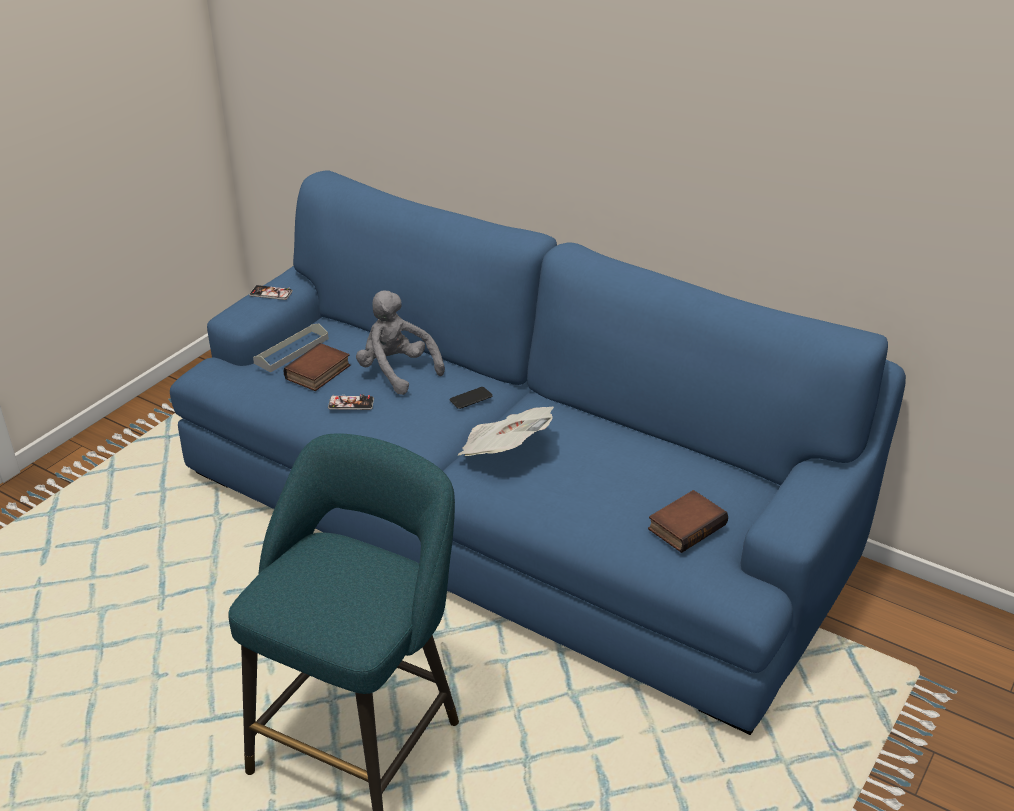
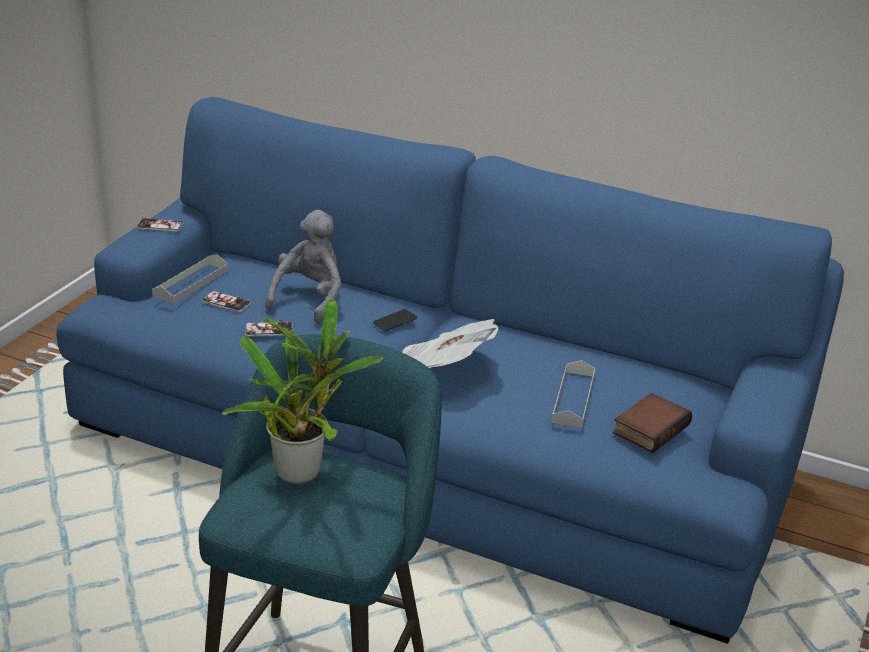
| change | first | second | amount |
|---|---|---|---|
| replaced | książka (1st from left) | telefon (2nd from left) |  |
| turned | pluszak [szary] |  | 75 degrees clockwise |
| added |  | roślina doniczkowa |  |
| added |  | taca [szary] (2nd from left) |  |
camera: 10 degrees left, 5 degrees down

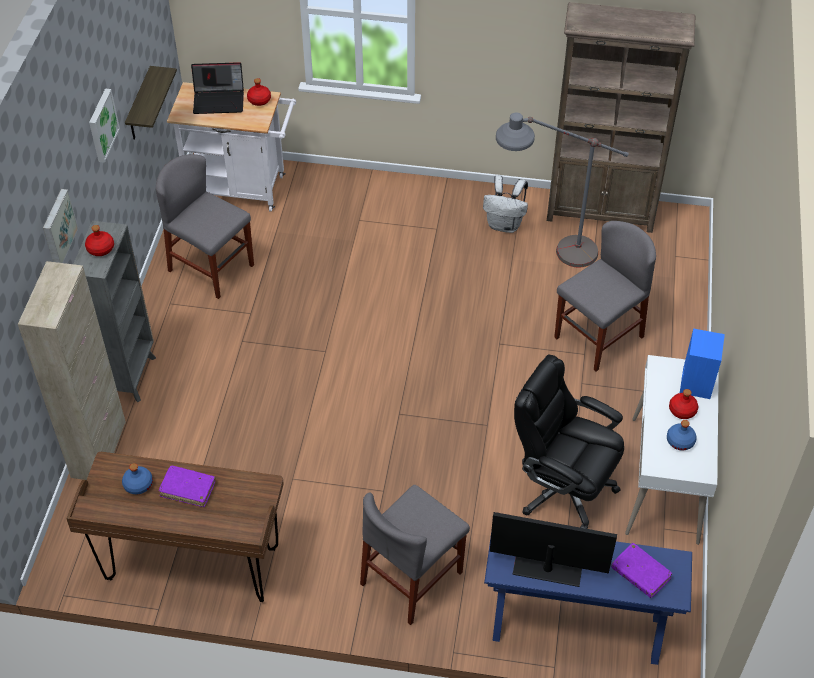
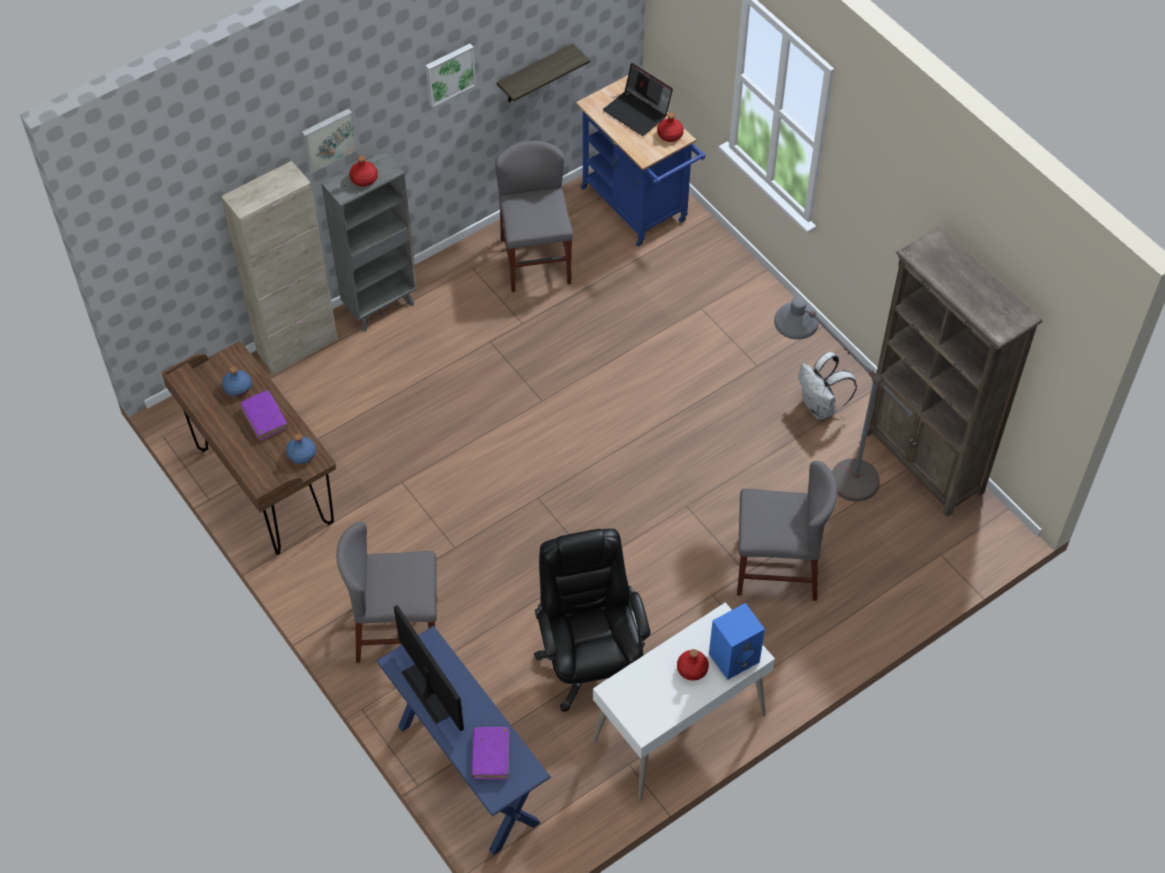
| change | first | second | amount |
|---|---|---|---|
| recoloured | wózek [biały] | wózek [niebieski] |  |
| moved | butelka [niebieski] (2nd from left) |  |  |
camera: 45 degrees right, 5 degrees up

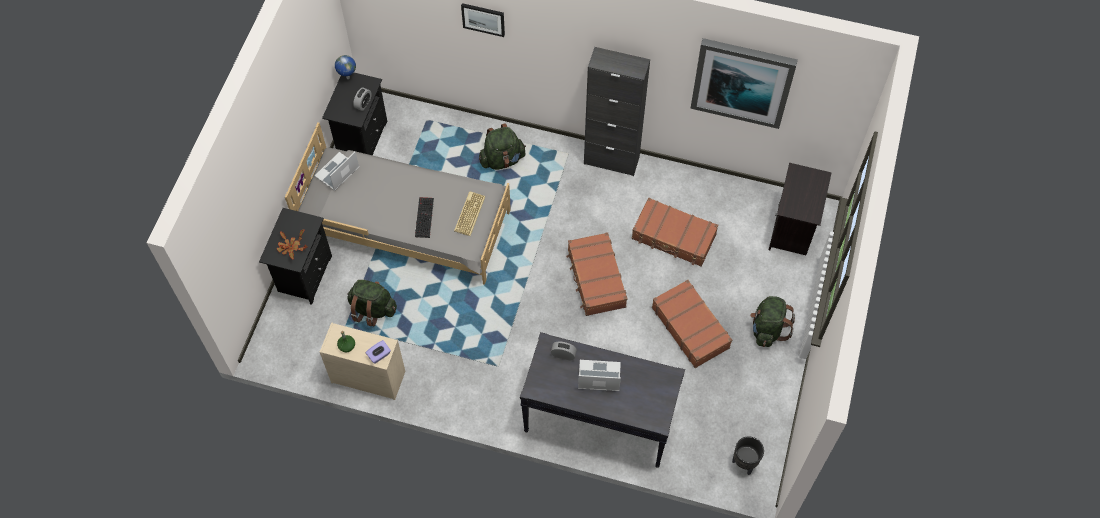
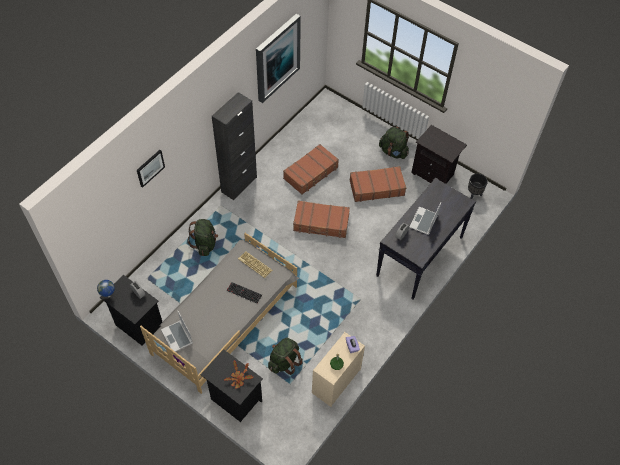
| change | first | second | amount |
|---|---|---|---|
| moved | szafka nocna [czarny] (3rd from left) |  |  |
camera: 70 degrees left, 5 degrees down

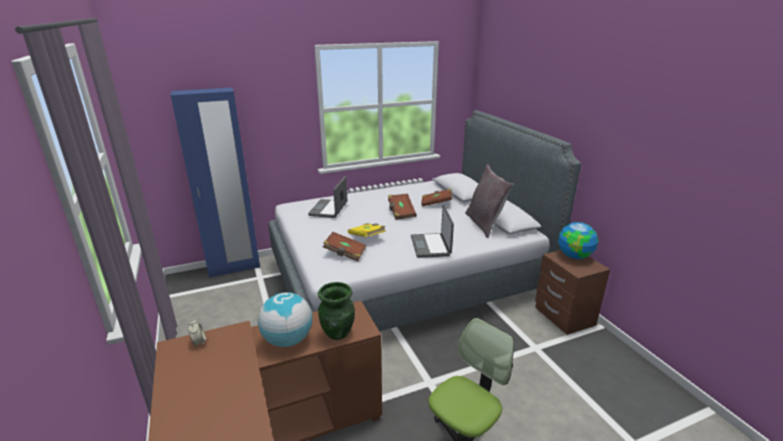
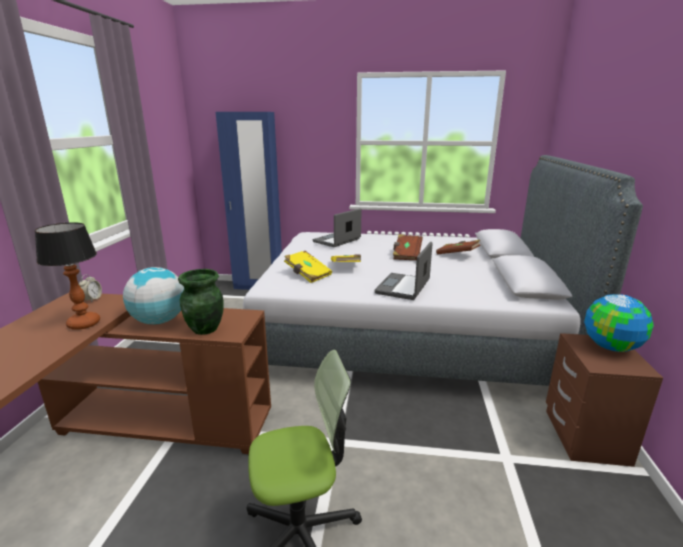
| change | first | second | amount |
|---|---|---|---|
| recoloured | książka [brązowy] (1st from left) | książka [żółty] (1st from left) |  |
| removed | poduszka [szary] |  |  |
| added |  | lampa stołowa |  |
camera: 30 degrees right, 5 degrees down

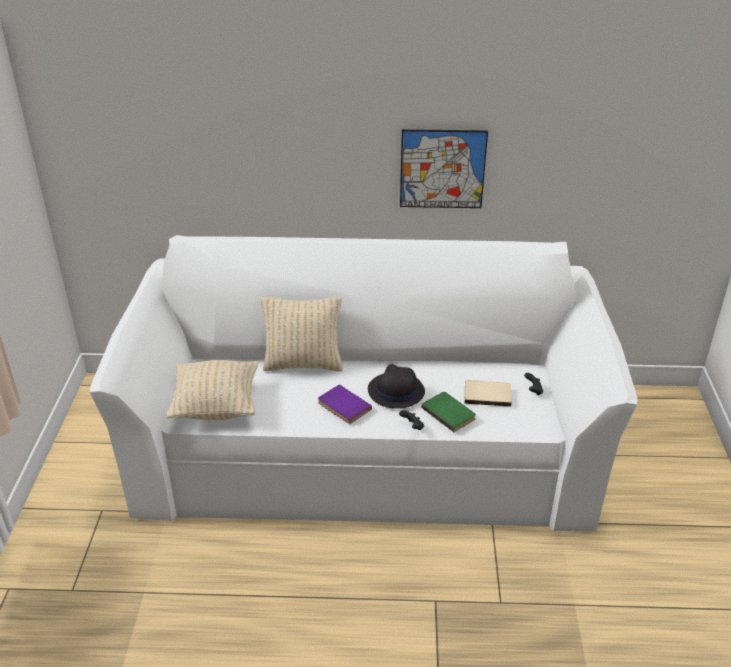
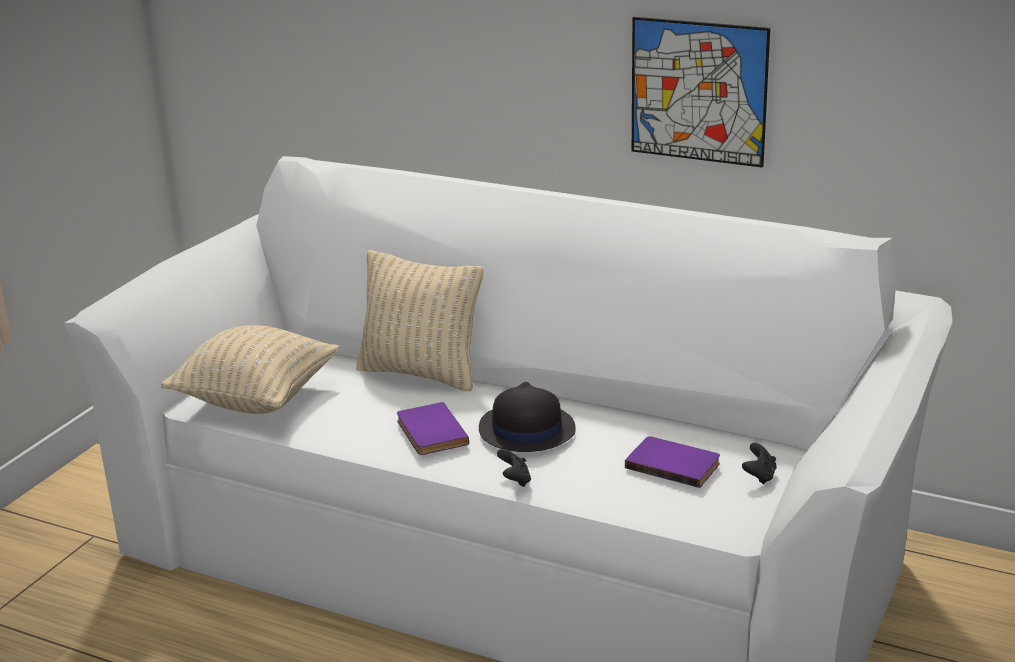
| change | first | second | amount |
|---|---|---|---|
| removed | książka [zielony] |  |  |
| recoloured | książka [beżowy] | książka [fioletowy] (2nd from left) |  |
camera: 25 degrees right, 10 degrees down

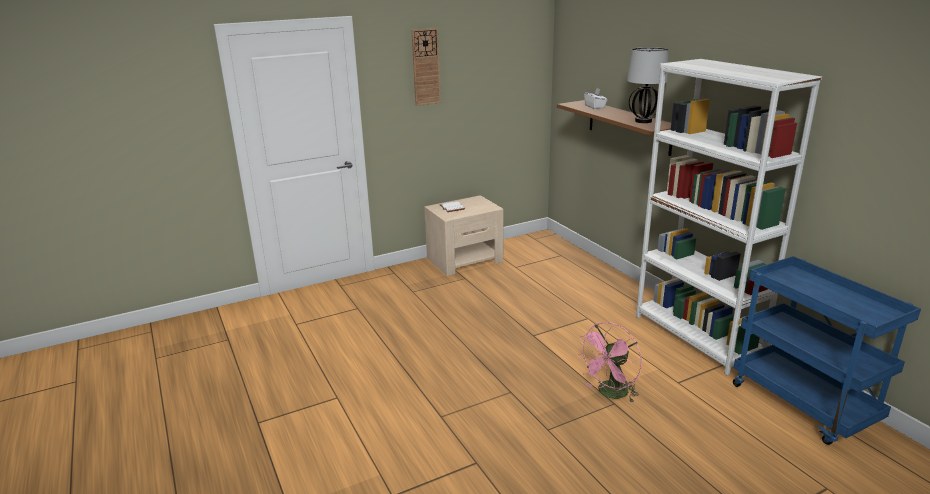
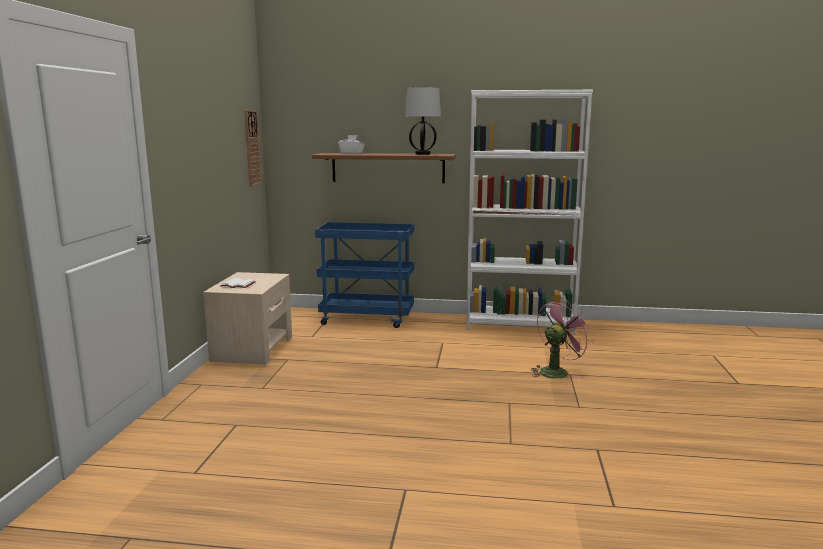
| change | first | second | amount |
|---|---|---|---|
| moved | zegar ścienny |  |  |
| turned | wentylator [różowy] |  | 120 degrees counterclockwise |
| moved | wózek [niebieski] |  |  |
camera: 55 degrees left, 10 degrees down

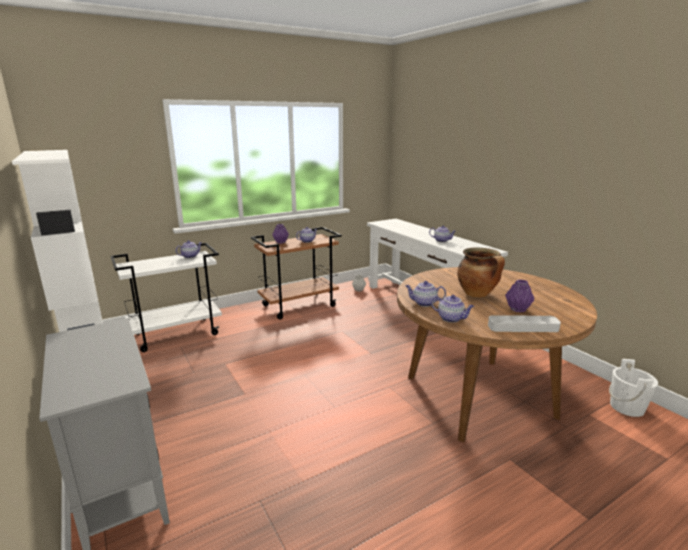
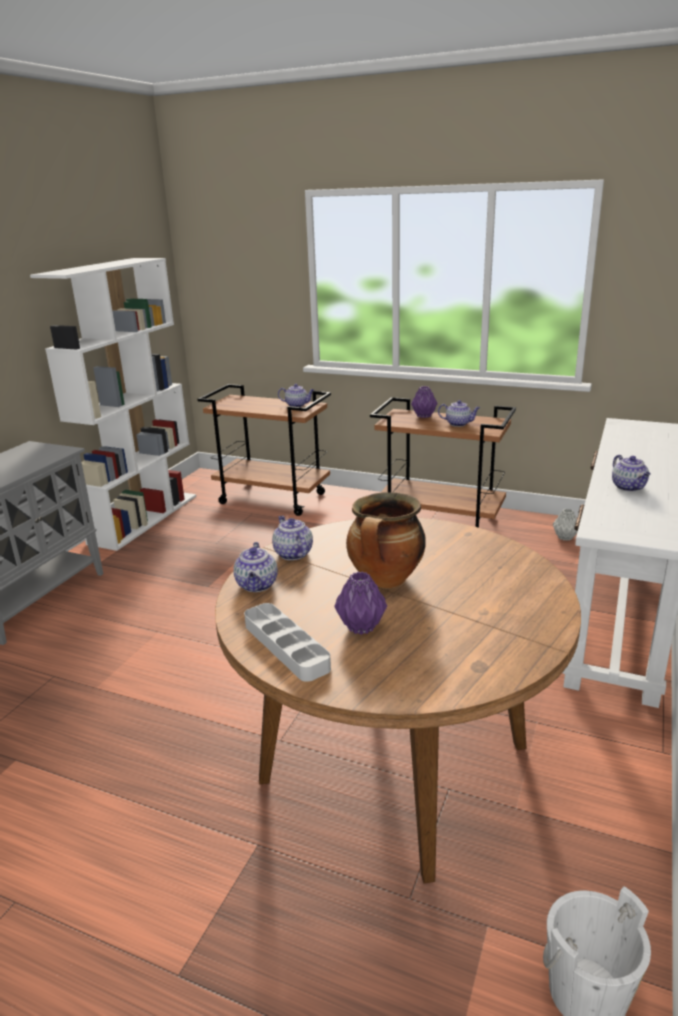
| change | first | second | amount |
|---|---|---|---|
| recoloured | wózek [biały] | wózek [brązowy] (1st from left) |  |
camera: 55 degrees right, 5 degrees up

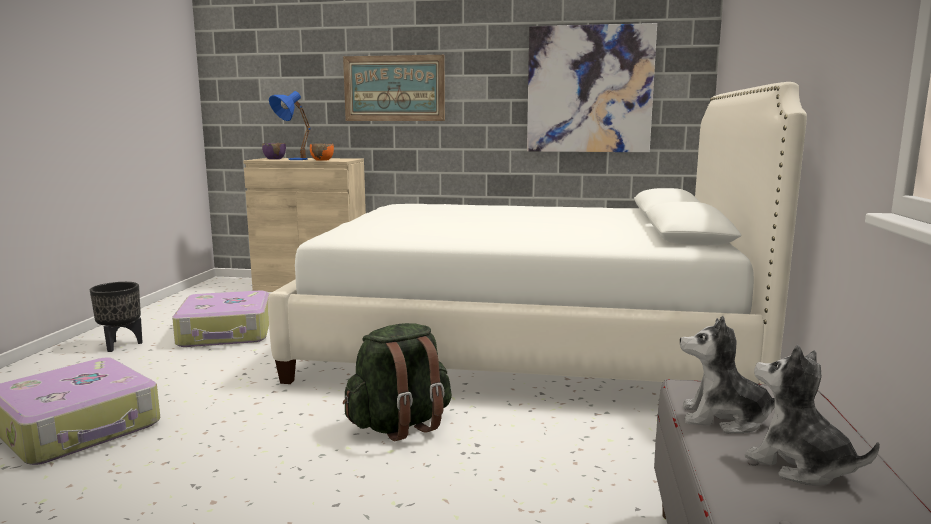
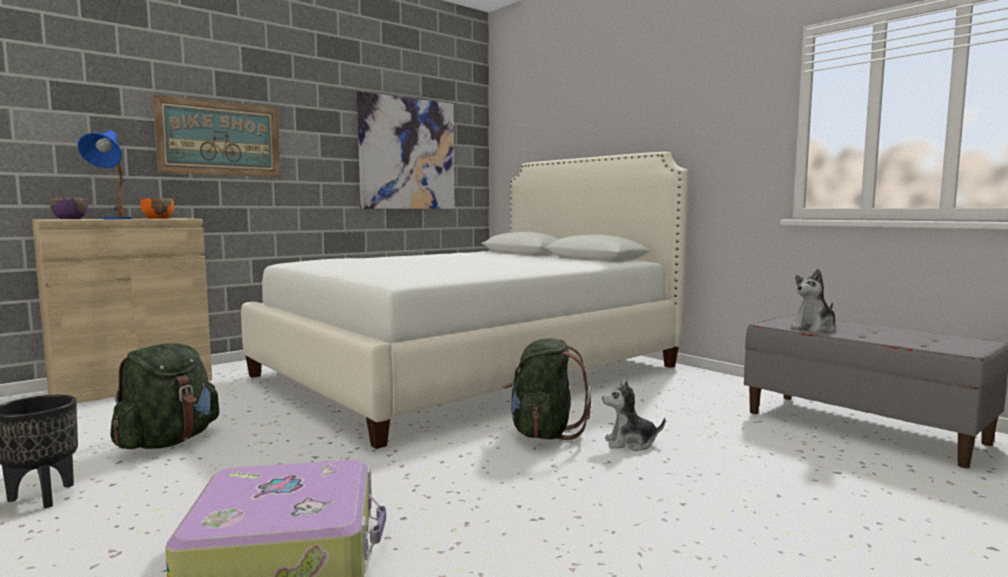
| change | first | second | amount |
|---|---|---|---|
| replaced | walizka (2nd from left) | plecak [zielony] (1st from left) |  |
| moved | pluszak (2nd from left in the first image) | pluszak (1st from left) |  |
camera: 50 degrees left, 5 degrees down

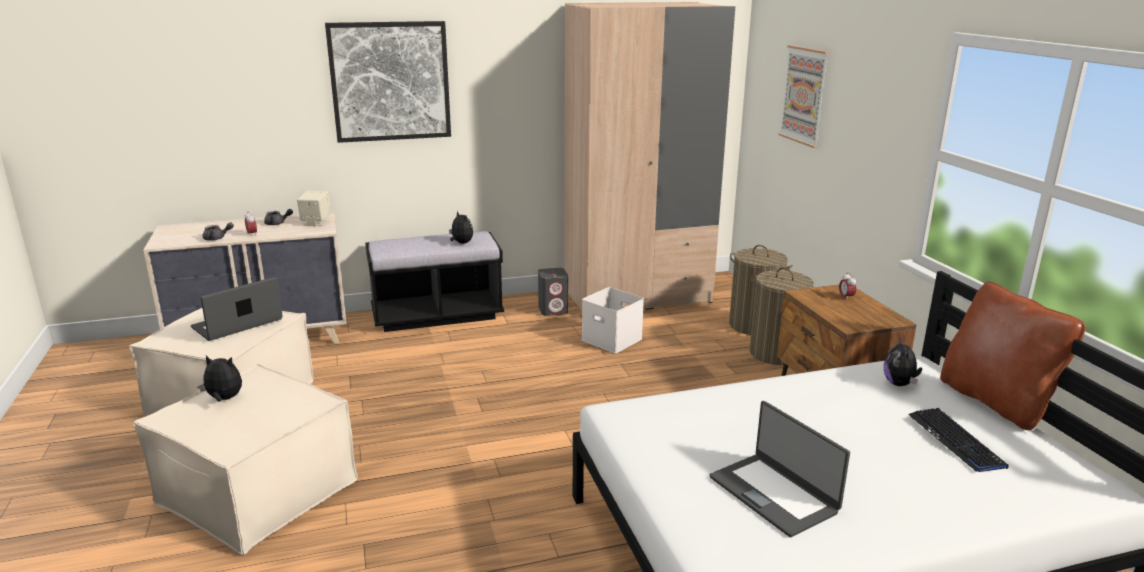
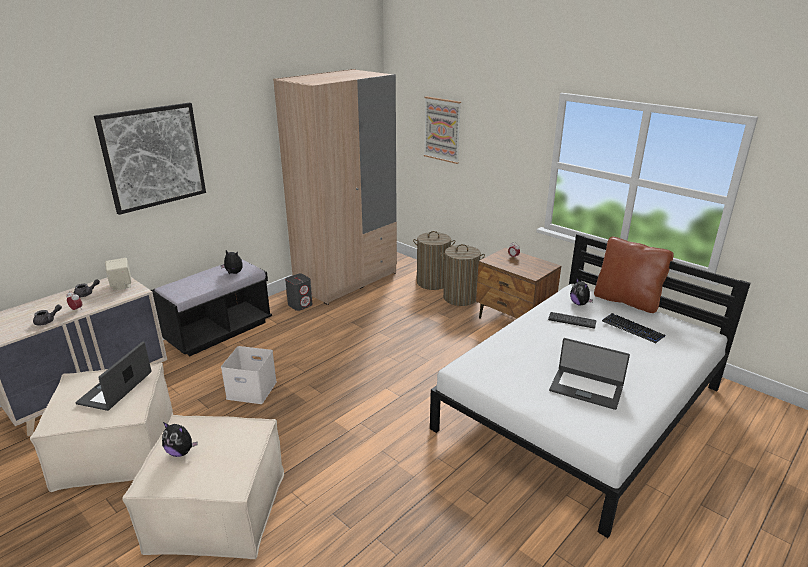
| change | first | second | amount |
|---|---|---|---|
| turned | pluszak (1st from left) |  | 135 degrees counterclockwise |
| moved | pojemnik do przechowywania [biały] |  |  |
| added |  | klawiatura (1st from left) |  |
camera: 30 degrees left, 5 degrees up

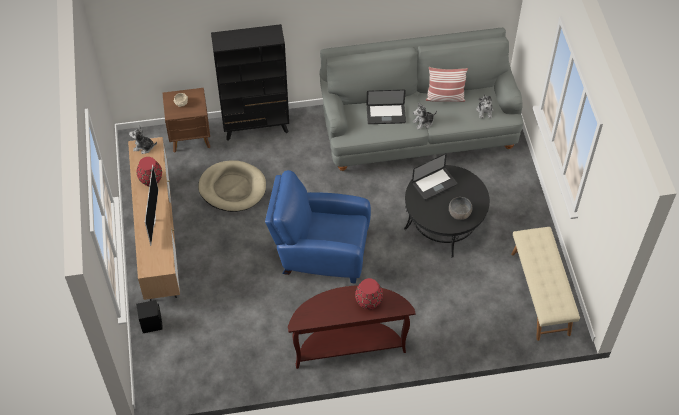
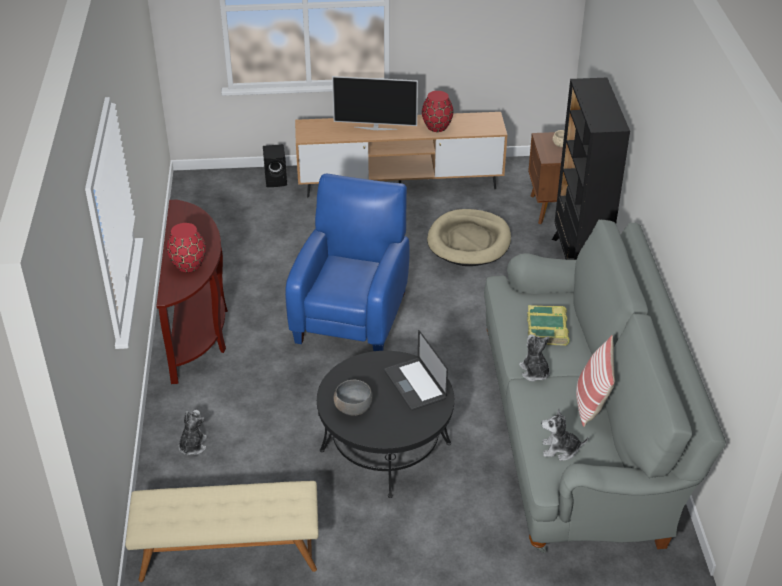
| change | first | second | amount |
|---|---|---|---|
| moved | pluszak (1st from left) |  |  |
| replaced | laptop (1st from left) | książka |  |
camera: 95 degrees right, 15 degrees down

